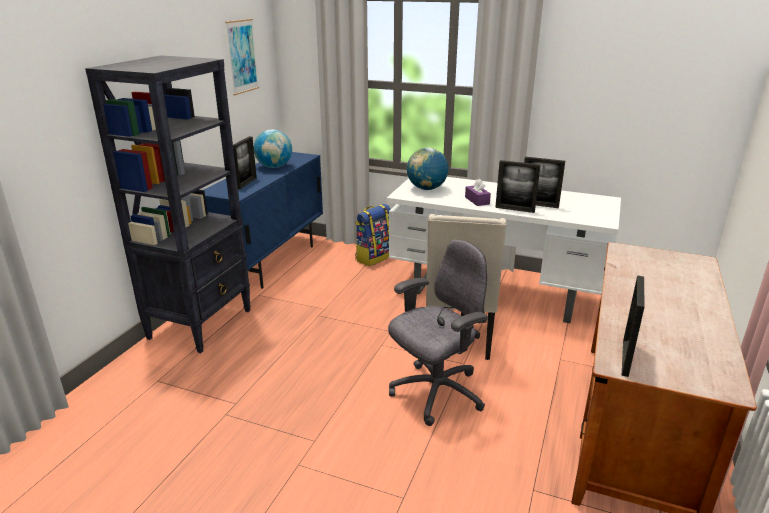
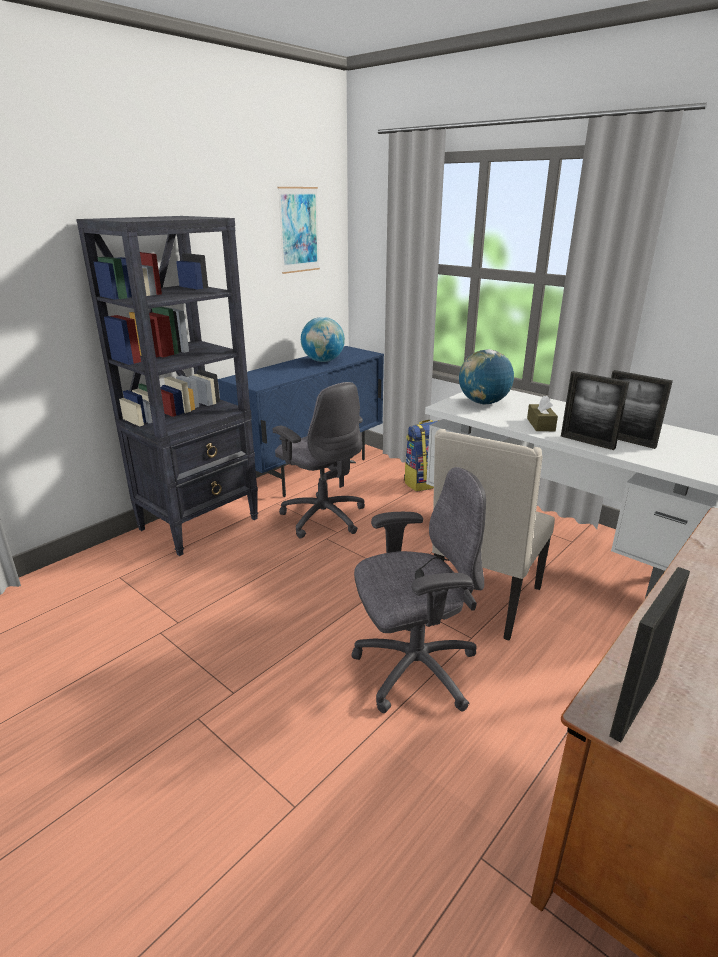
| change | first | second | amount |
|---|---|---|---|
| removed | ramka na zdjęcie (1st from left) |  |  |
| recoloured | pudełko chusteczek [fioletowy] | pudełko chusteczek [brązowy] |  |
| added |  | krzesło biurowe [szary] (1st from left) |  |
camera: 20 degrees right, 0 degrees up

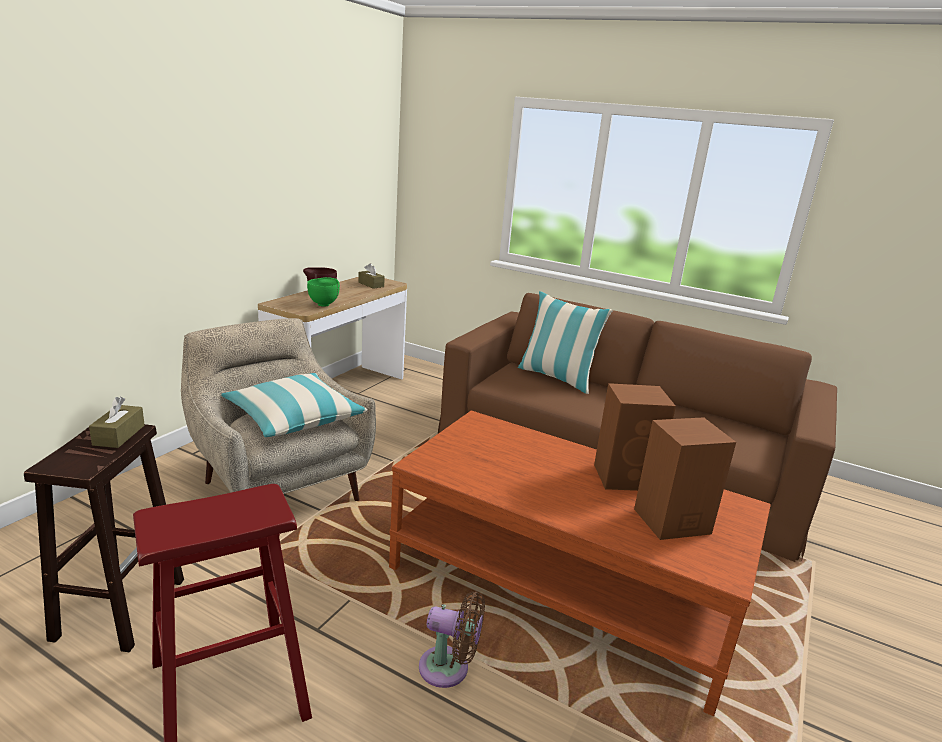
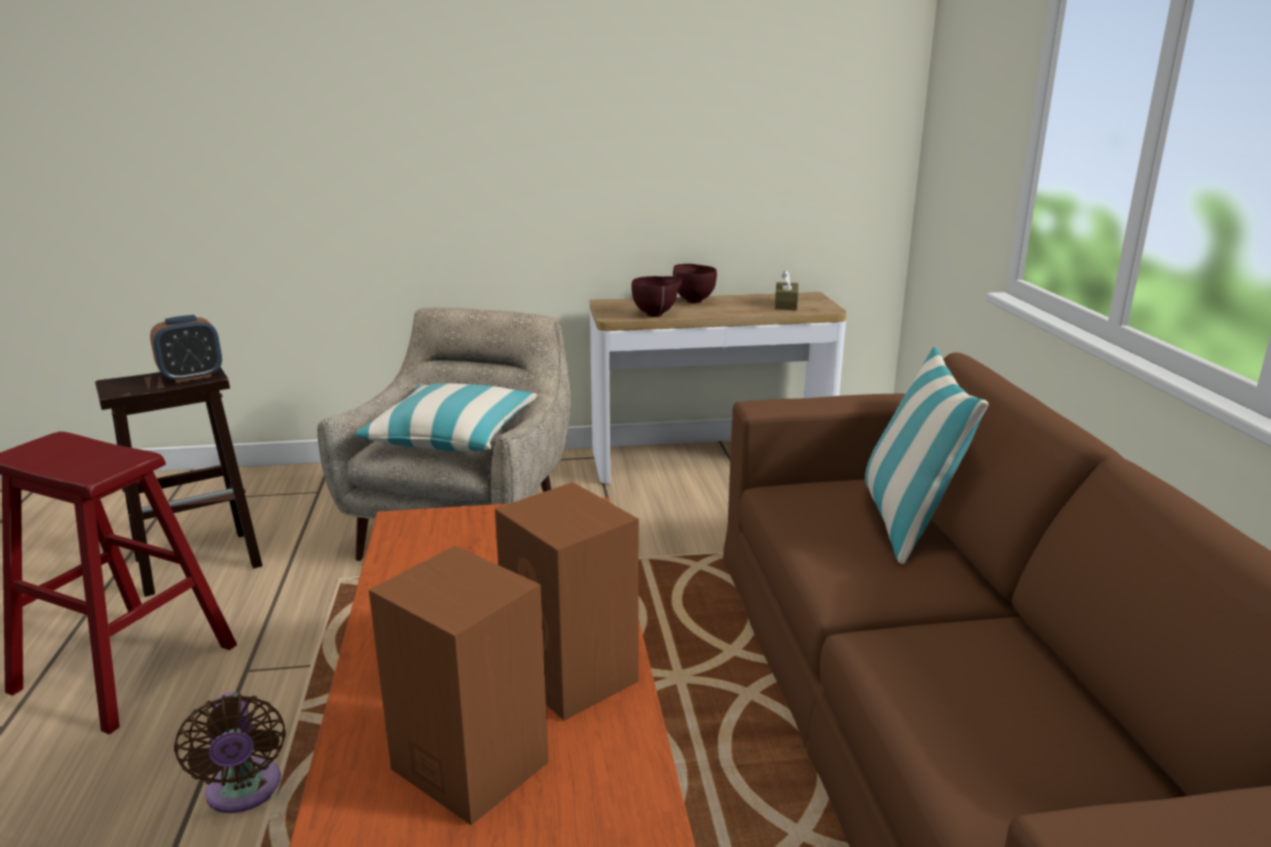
| change | first | second | amount |
|---|---|---|---|
| replaced | pudełko chusteczek [brązowy] (1st from left) | budzik |  |
| recoloured | miska [zielony] | miska [brązowy] (1st from left) |  |
camera: 55 degrees right, 0 degrees up

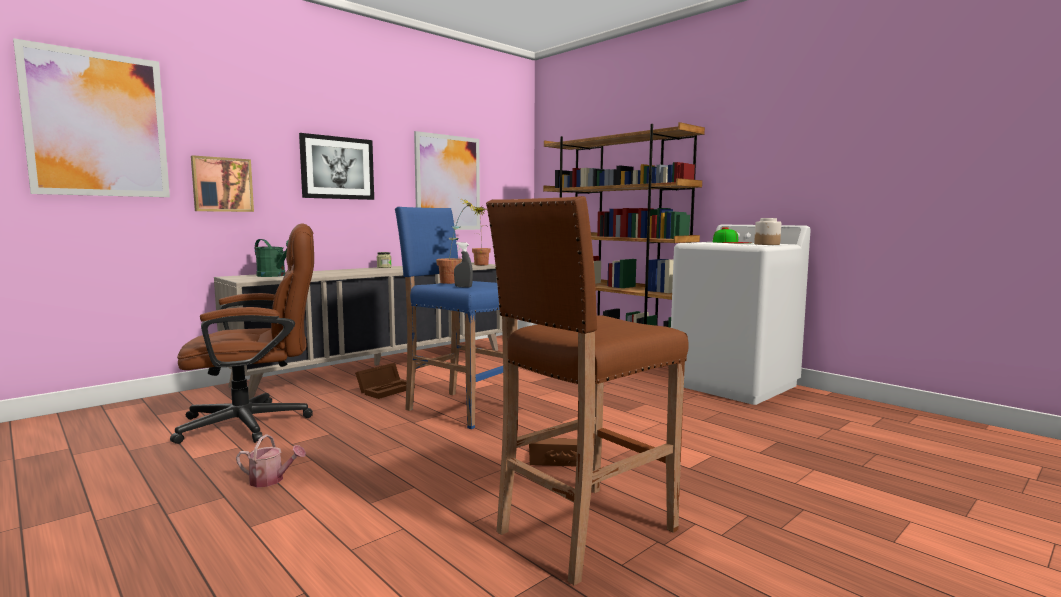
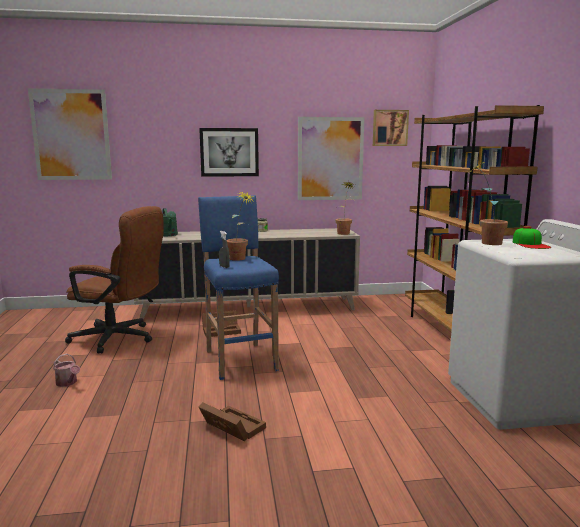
| change | first | second | amount |
|---|---|---|---|
| moved | obraz (2nd from left in the first image) | obraz (4th from left) |  |
| removed | stołek [brązowy] |  |  |
| removed | słoik (2nd from left) |  |  |
| added |  | roślina doniczkowa (3rd from left) |  |
camera: 35 degrees right, 5 degrees up

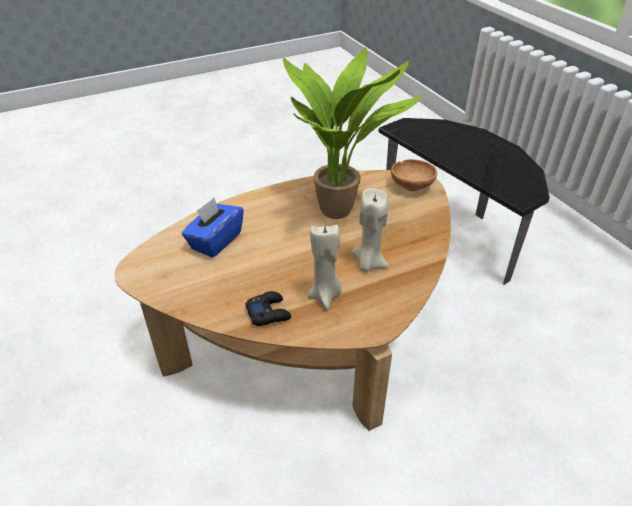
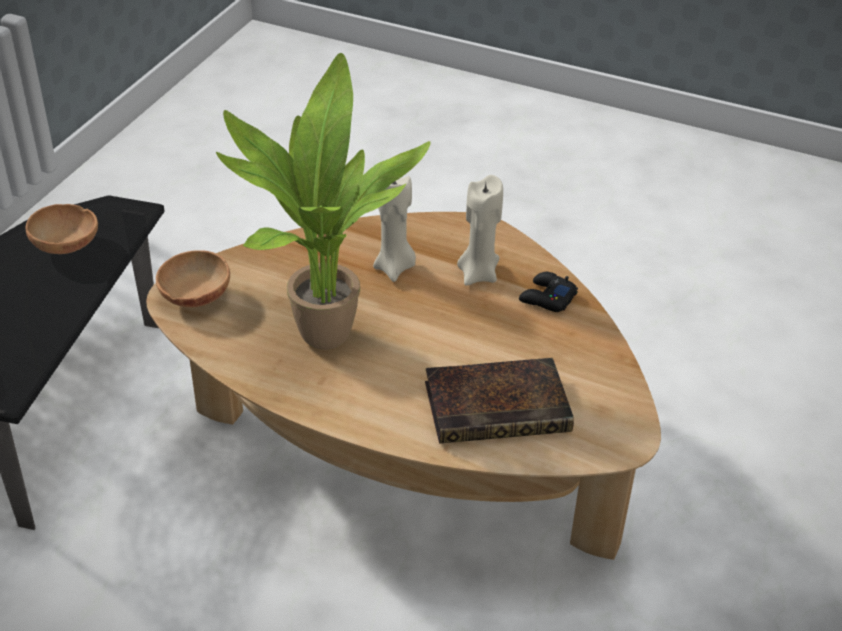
| change | first | second | amount |
|---|---|---|---|
| replaced | pudełko chusteczek [niebieski] | książka |  |
| added |  | miska [brązowy] (1st from left) |  |
camera: 130 degrees left, 0 degrees up

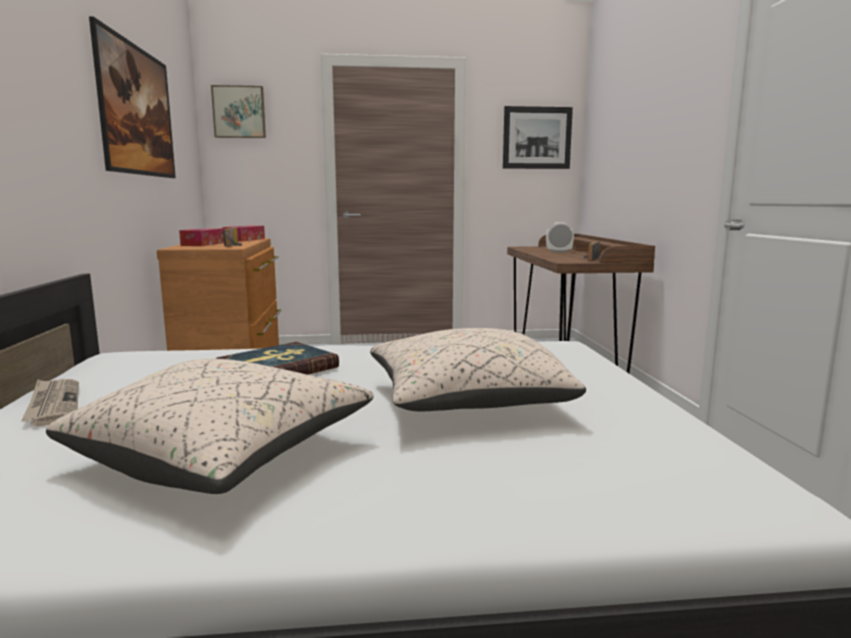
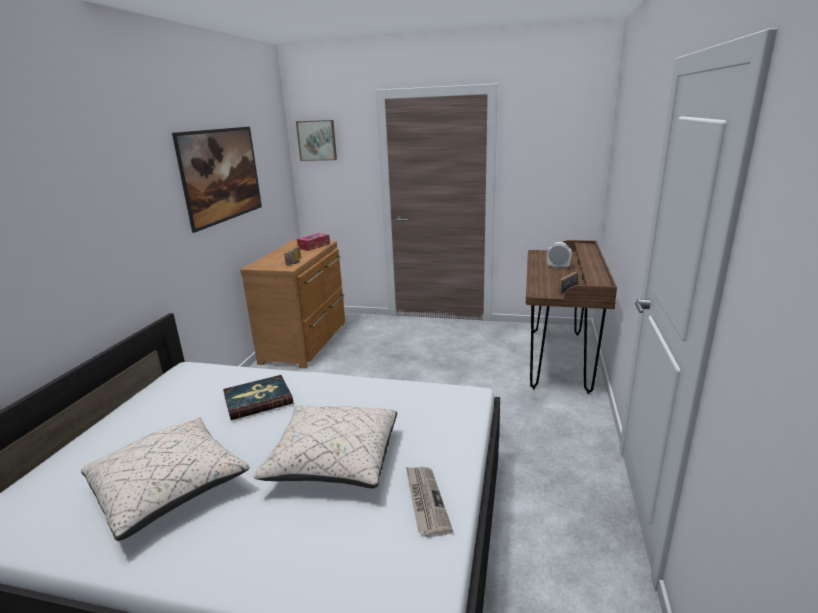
| change | first | second | amount |
|---|---|---|---|
| moved | gazeta |  |  |
| removed | pudełko chusteczek (1st from left) |  |  |
| removed | obraz (3rd from left) |  |  |
camera: 20 degrees right, 10 degrees up

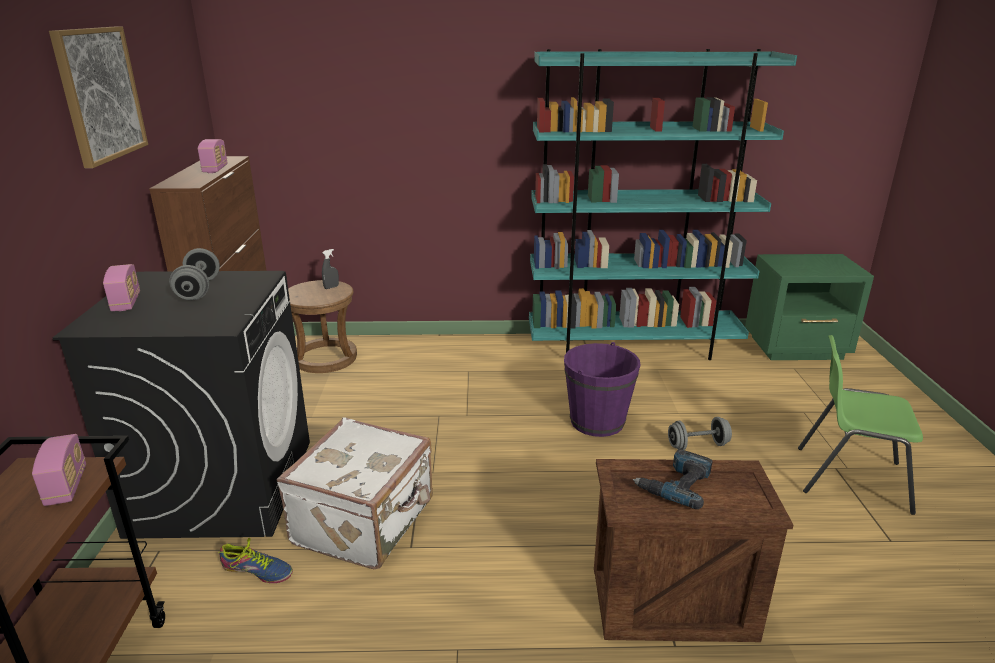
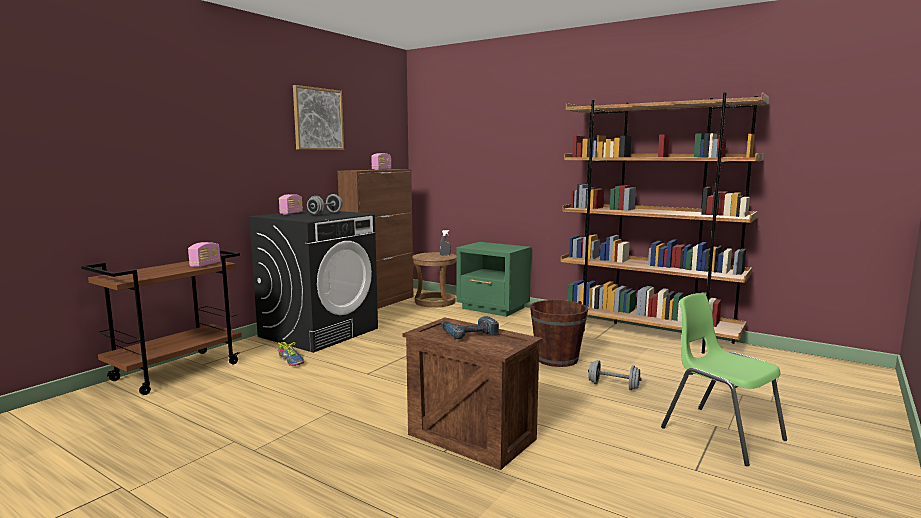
| change | first | second | amount |
|---|---|---|---|
| removed | walizka [biały] |  |  |
| recoloured | regał [turkusowy] | regał [brązowy] |  |
| recoloured | wiadro [fioletowy] | wiadro [brązowy] |  |
| moved | szafka nocna [zielony] |  |  |
camera: 35 degrees right, 15 degrees down

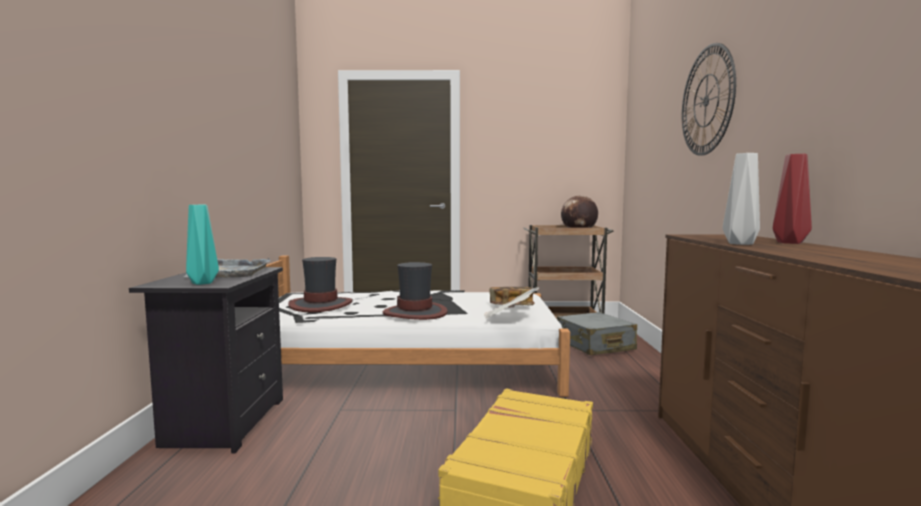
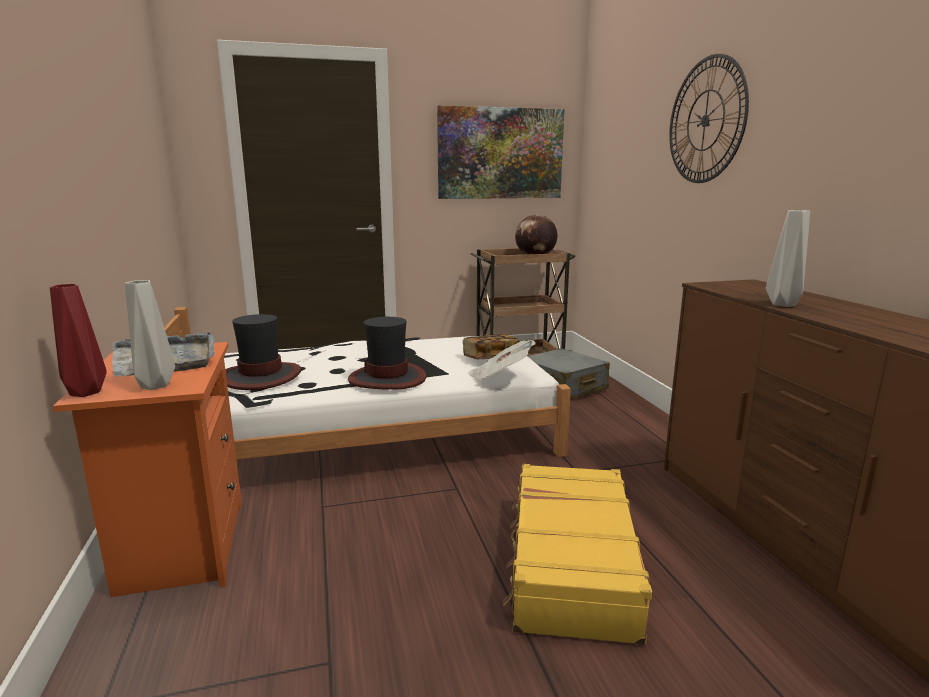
| change | first | second | amount |
|---|---|---|---|
| recoloured | szafka nocna [czarny] | szafka nocna [pomarańczowy] |  |
| recoloured | wazon [turkusowy] | wazon [szary] (1st from left) |  |
| moved | wazon [czerwony] |  |  |
| added |  | obraz |  |
camera: 15 degrees left, 10 degrees up

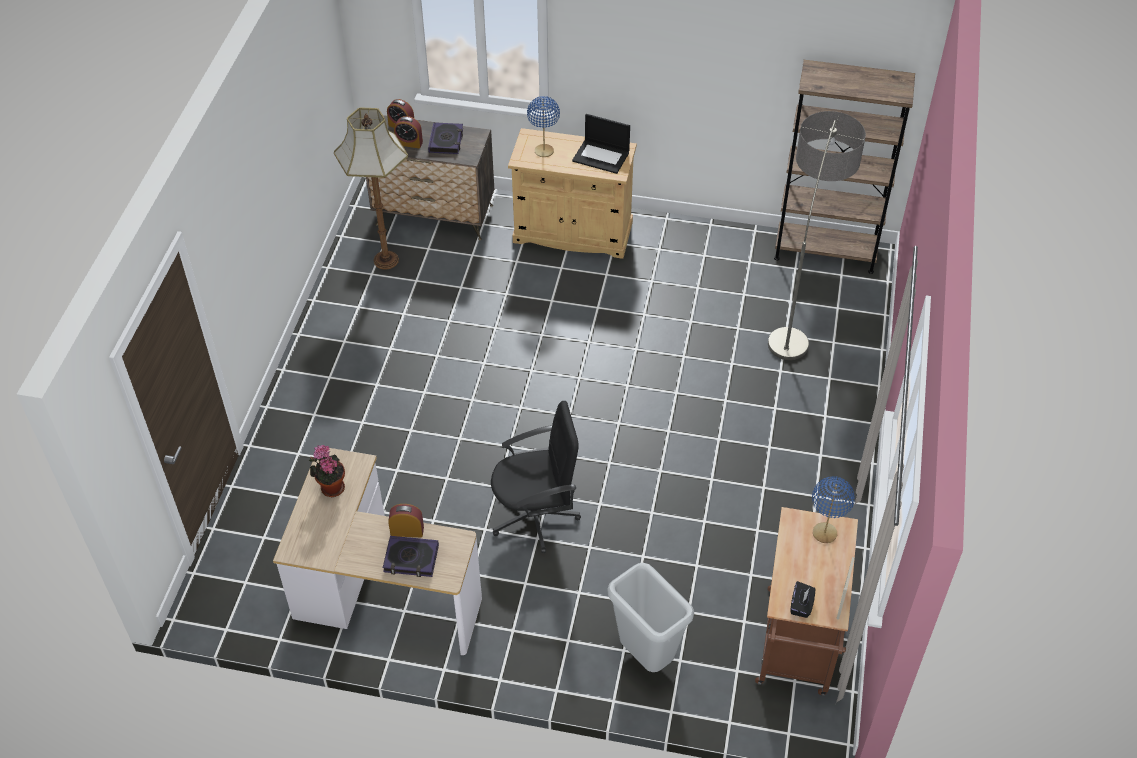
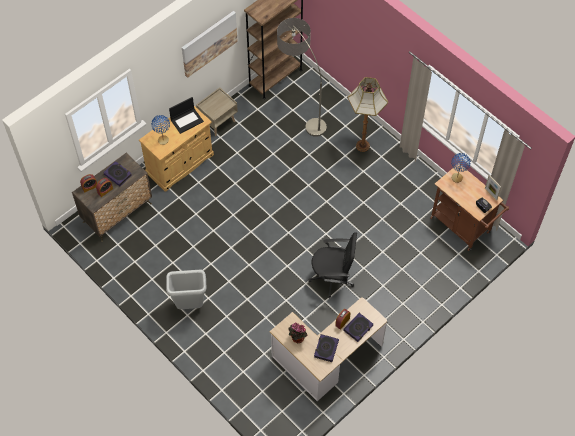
| change | first | second | amount |
|---|---|---|---|
| moved | lampa stojąca (1st from left in the first image) | lampa stojąca (2nd from left) |  |
| turned | krzesło biurowe [czarny] |  | 75 degrees clockwise |
| moved | kosz na śmieci [szary] |  |  |
| added |  | obraz |  |
| added |  | szafka nocna [beżowy] |  |
| added |  | książka (2nd from left) |  |
camera: 55 degrees left, 10 degrees up

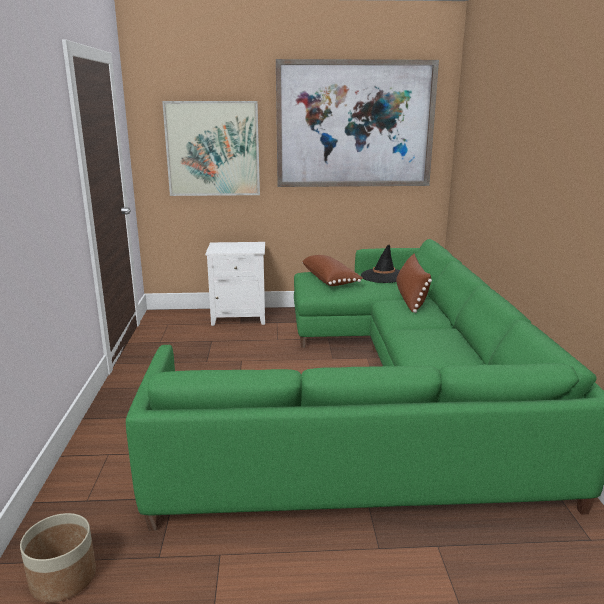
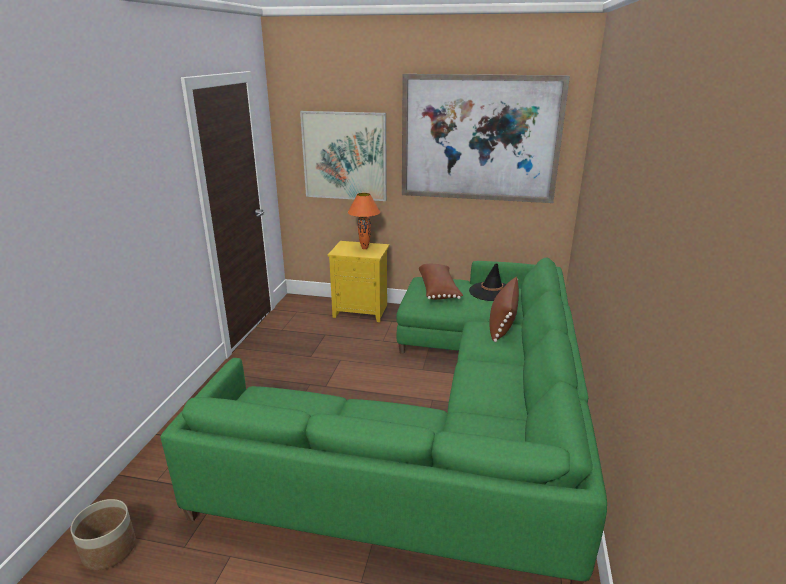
| change | first | second | amount |
|---|---|---|---|
| recoloured | szafka nocna [biały] | szafka nocna [żółty] |  |
| added |  | lampa stołowa [pomarańczowy] |  |
camera: 15 degrees right, 5 degrees up

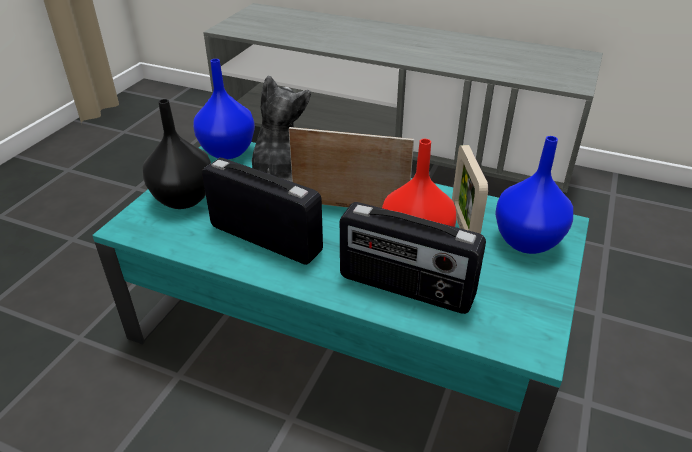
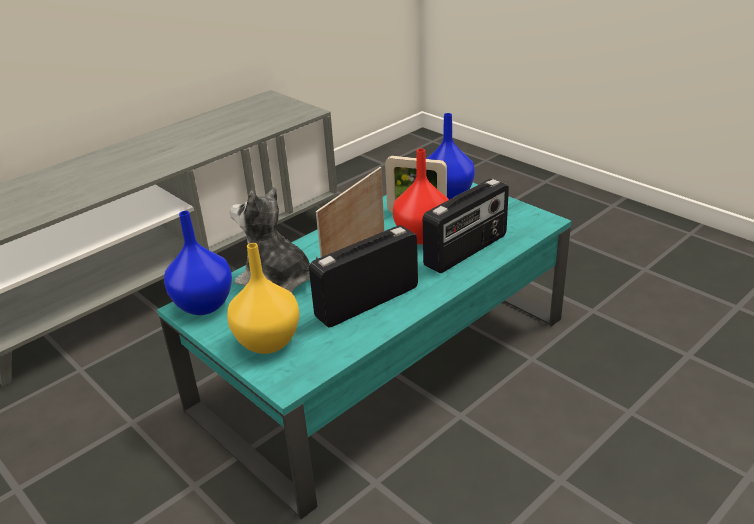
| change | first | second | amount |
|---|---|---|---|
| recoloured | wazon [czarny] | wazon [żółty] |  |
camera: 65 degrees left, 5 degrees down

